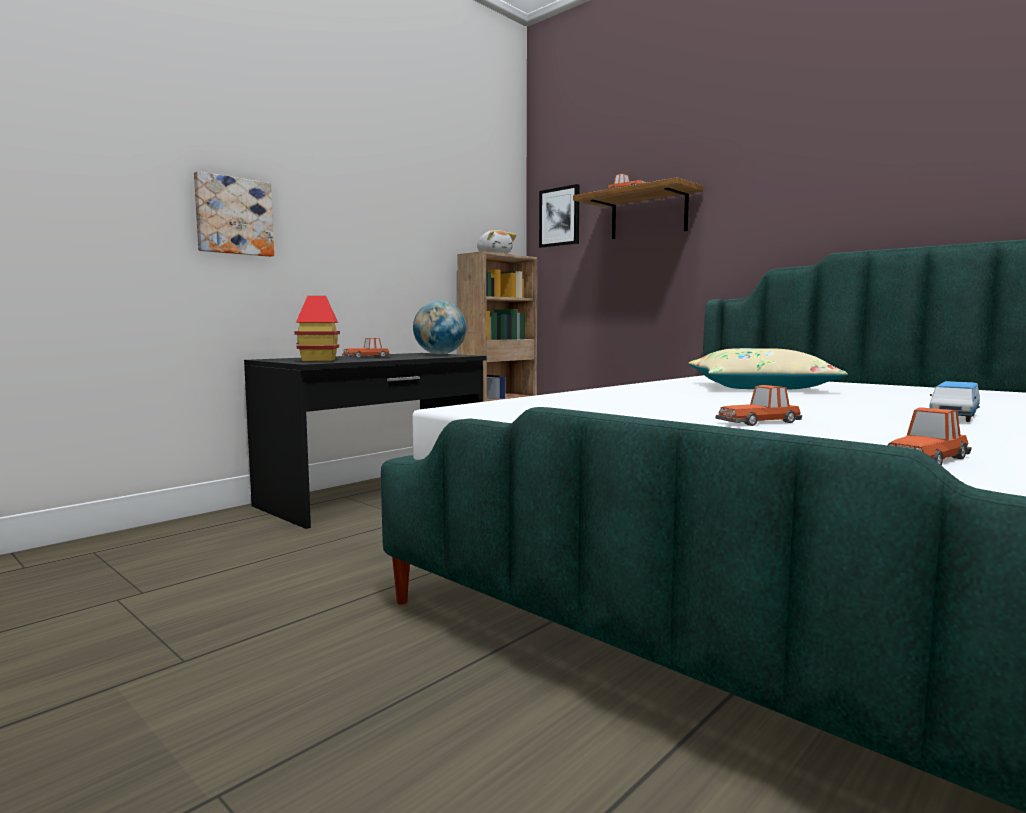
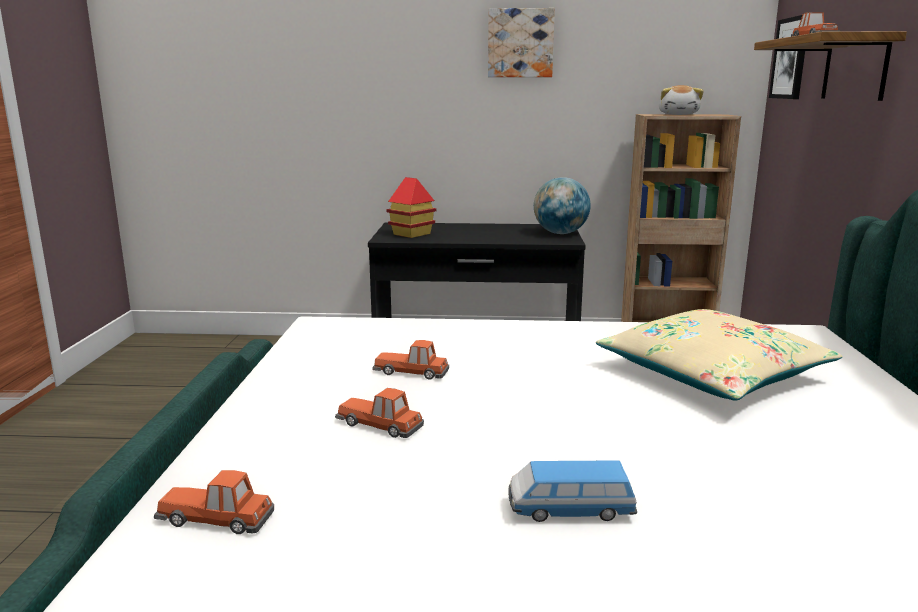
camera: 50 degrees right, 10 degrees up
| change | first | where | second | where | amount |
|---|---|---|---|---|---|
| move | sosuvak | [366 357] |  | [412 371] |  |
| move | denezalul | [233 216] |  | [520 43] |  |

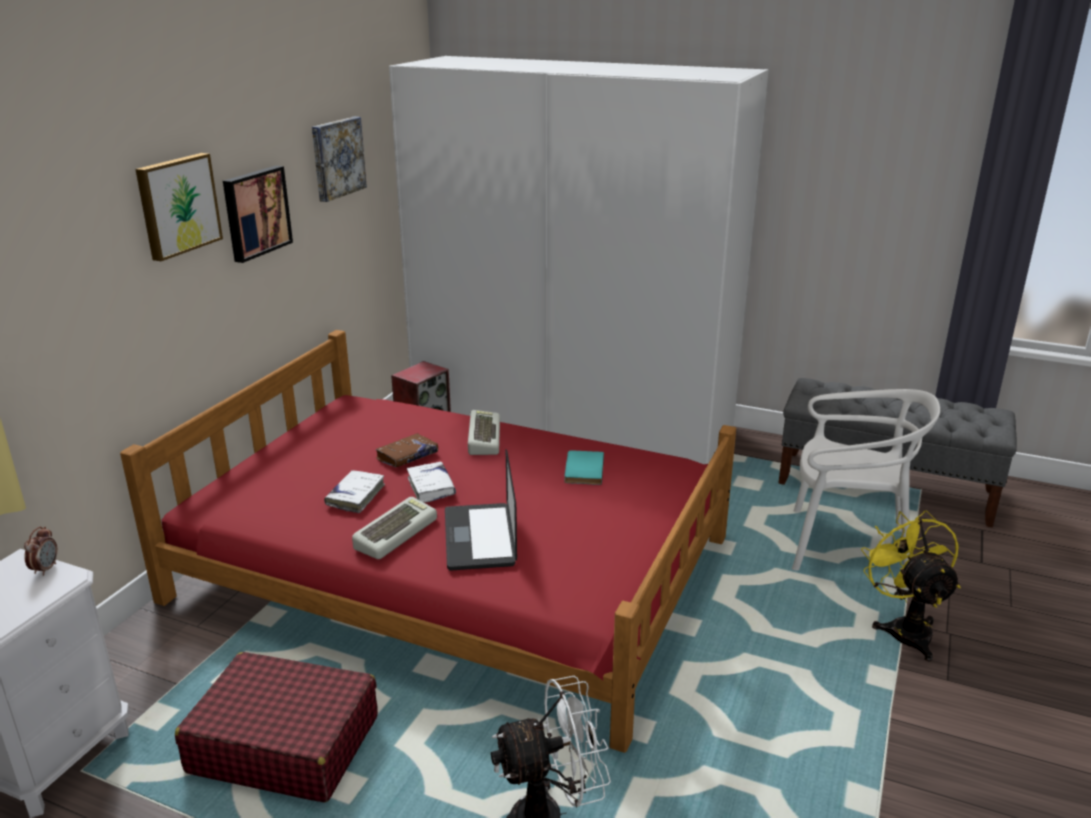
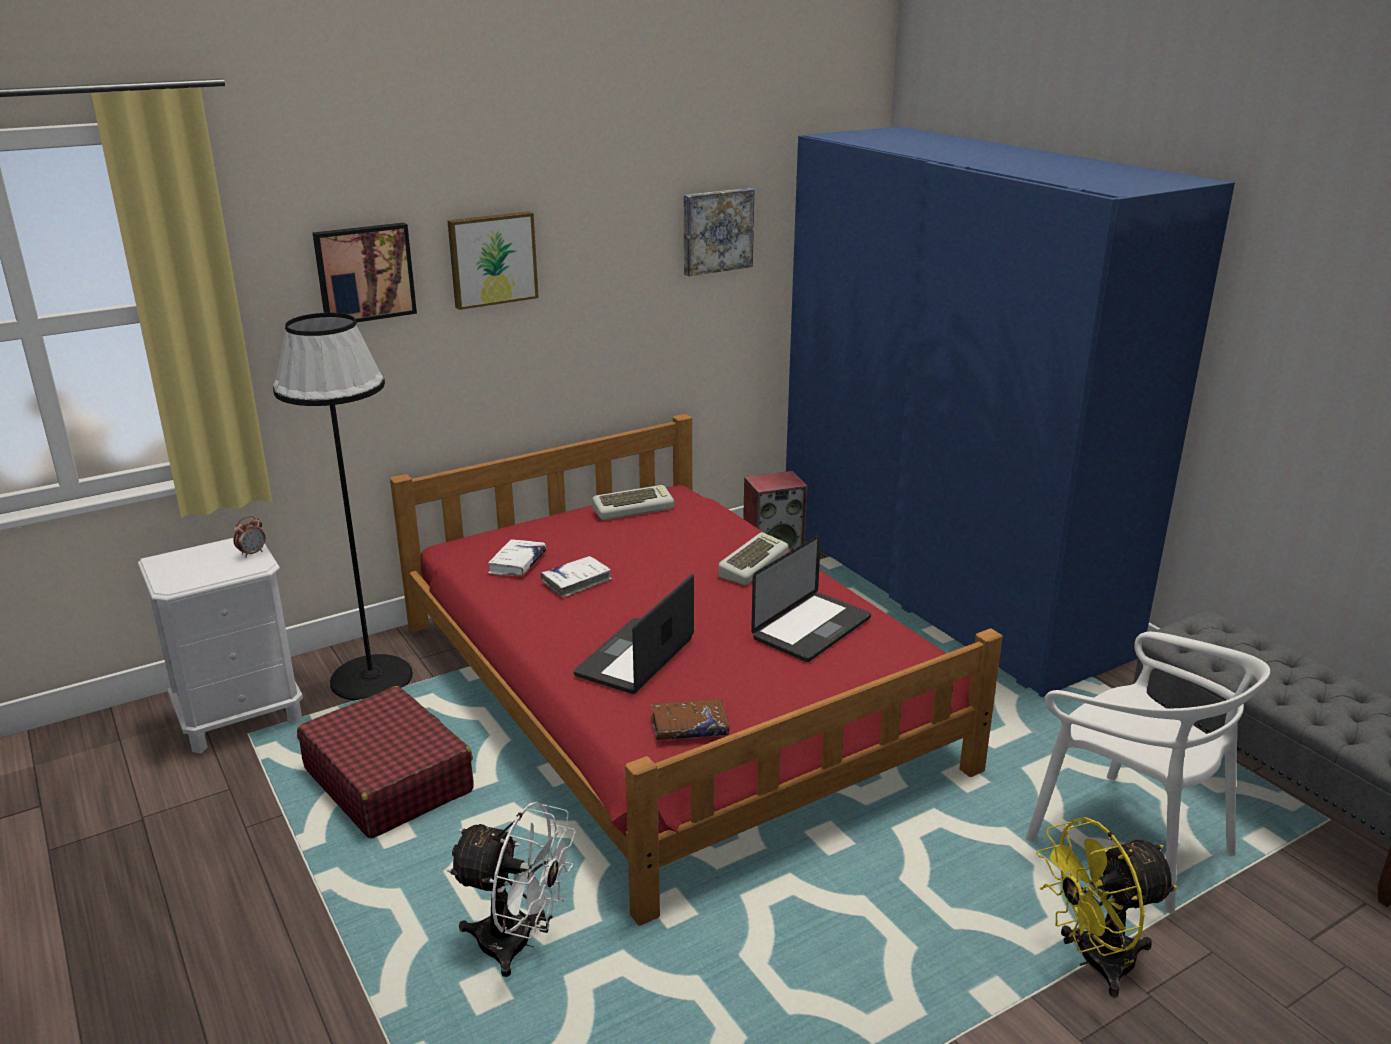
camera: 35 degrees right, 0 degrees up
| change | first | where | second | where | amount |
|---|---|---|---|---|---|
| insert |  |  | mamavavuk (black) | [371 677] |  |
| move | denezalul | [255 212] |  | [364 273] |  |
| move | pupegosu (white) | [431 487] |  | [517 564] |  |
| move | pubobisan | [395 533] |  | [633 508] |  |
| move | pupegosu (brown) | [407 456] |  | [689 727] |  |
| replace | pupegosu (turquoise) | [582 469] | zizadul | [812 628] |  |
| recolor | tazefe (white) | [571 423] | tazefe (blue) | [944 588] |  |
| rotate | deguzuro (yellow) | [904 628] |  | [1093 962] | 135 degrees counterclockwise |

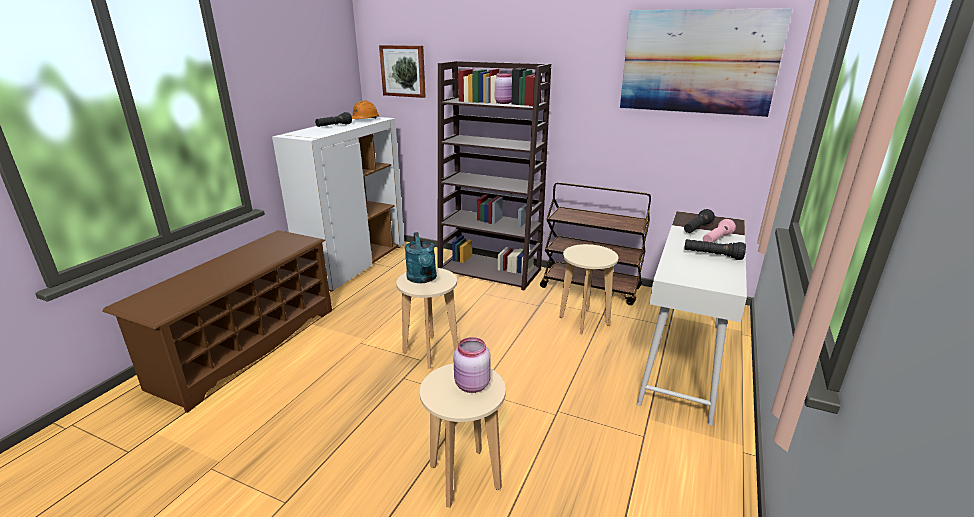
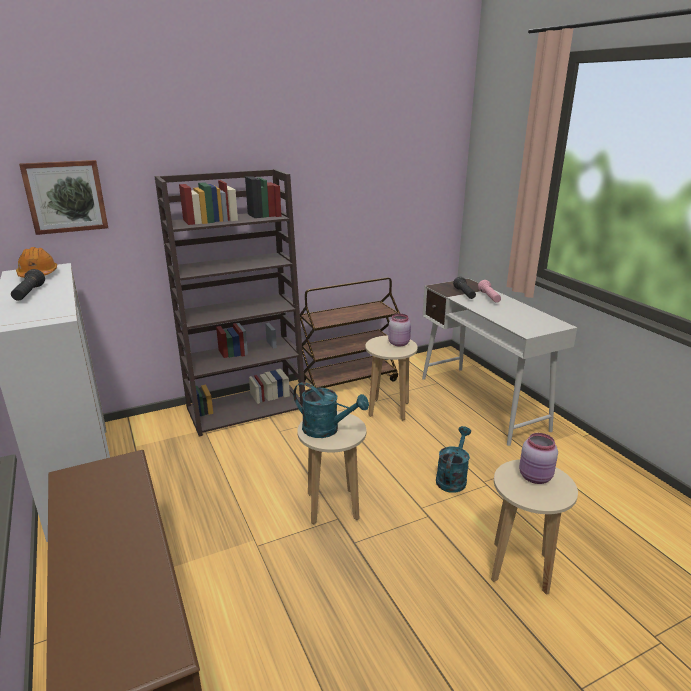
camera: 50 degrees left, 0 degrees up
| change | first | where | second | where | amount |
|---|---|---|---|---|---|
| move | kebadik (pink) | [504 103] |  | [399 343] |  |
| insert |  |  | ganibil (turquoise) | [452 478] |  |
| delete | denezalul | [698 62] |  |  |  |
| delete | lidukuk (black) | [712 256] |  |  |  |

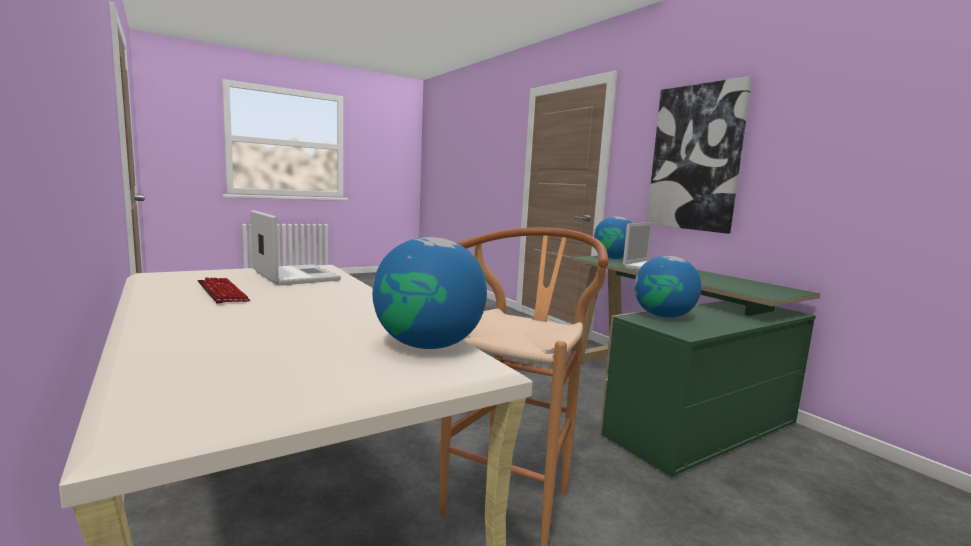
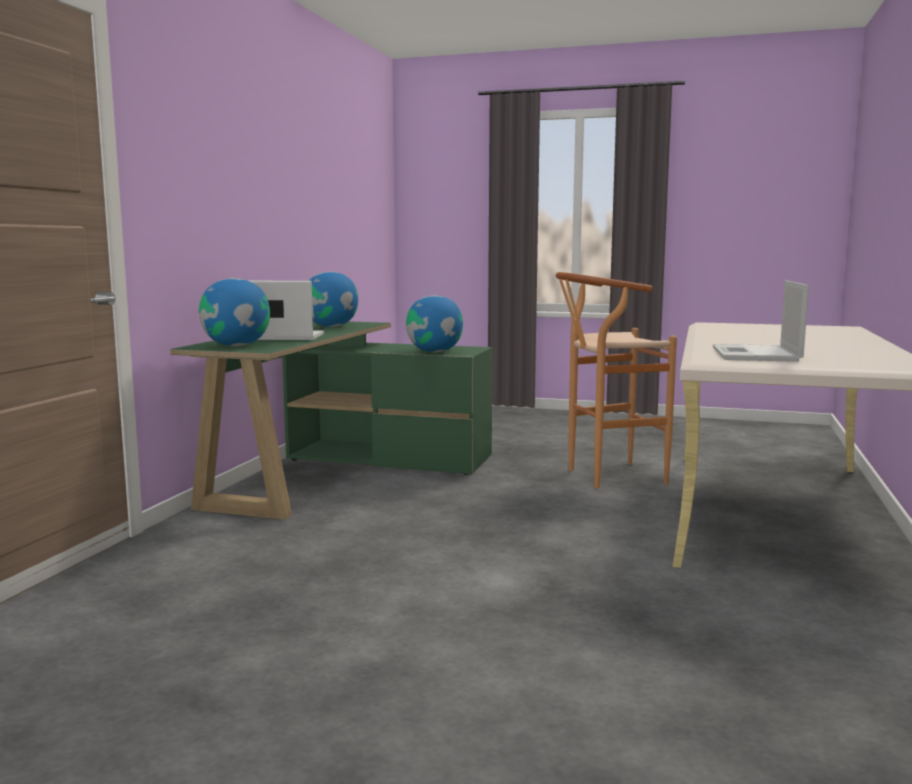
camera: 130 degrees left, 0 degrees up
| change | first | where | second | where | amount |
|---|---|---|---|---|---|
| move | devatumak | [428 345] |  | [331 326] |  |
| delete | pubobisan | [222 292] |  |  |  |
| delete | denezalul | [695 158] |  |  |  |

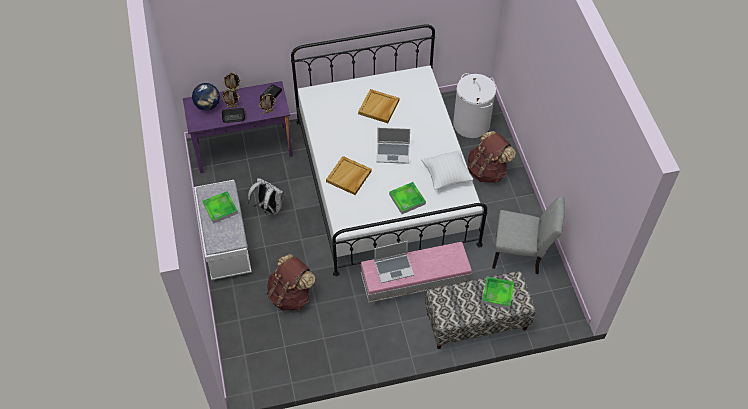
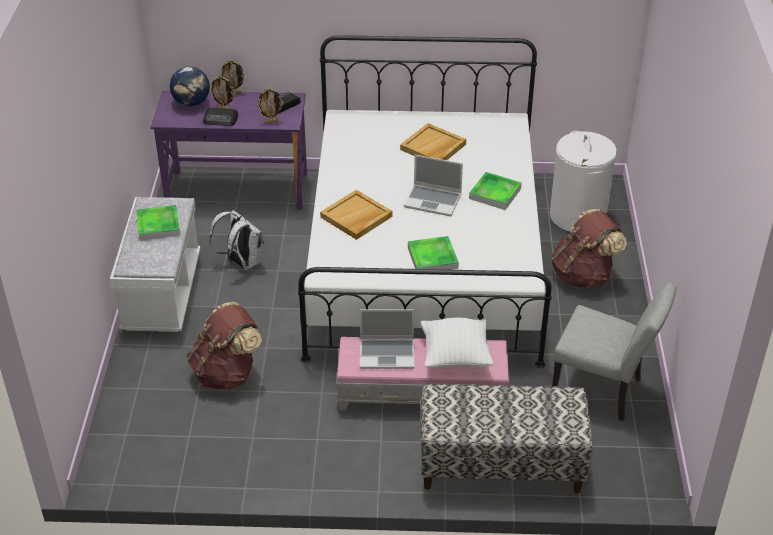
camera: 15 degrees right, 15 degrees down
| change | first | where | second | where | amount |
|---|---|---|---|---|---|
| move | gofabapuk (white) | [446 176] |  | [455 356] |  |
| move | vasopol | [497 293] |  | [495 193] |  |

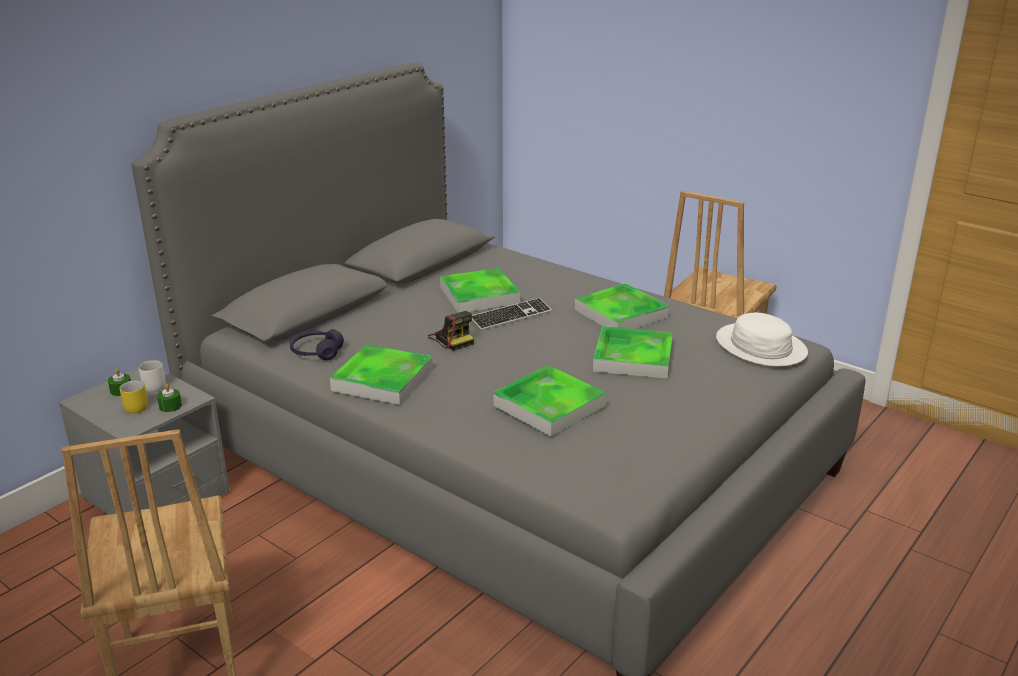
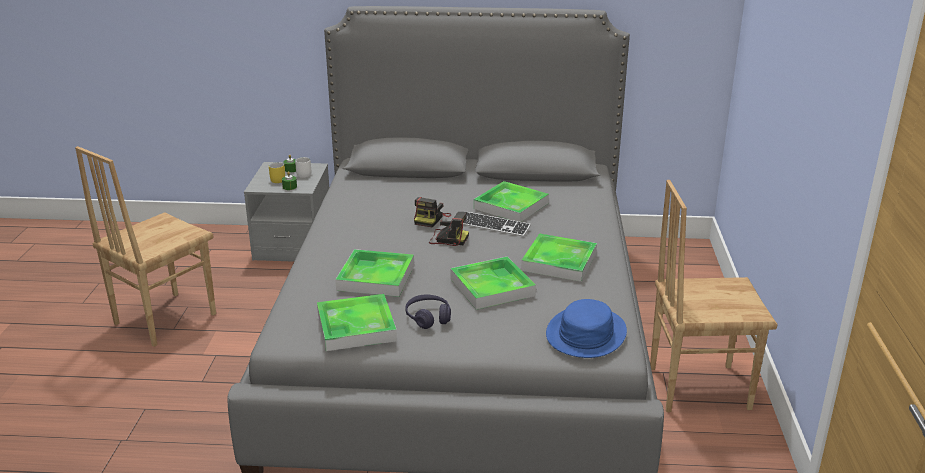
camera: 55 degrees right, 0 degrees up
| change | first | where | second | where | amount |
|---|---|---|---|---|---|
| move | vasopol | [382 379] |  | [356 327] |  |
| move | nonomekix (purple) | [316 352] |  | [428 317] |  |
| insert |  |  | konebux | [447 239] |  |
| recolor | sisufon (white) | [760 347] | sisufon (blue) | [585 333] |  |

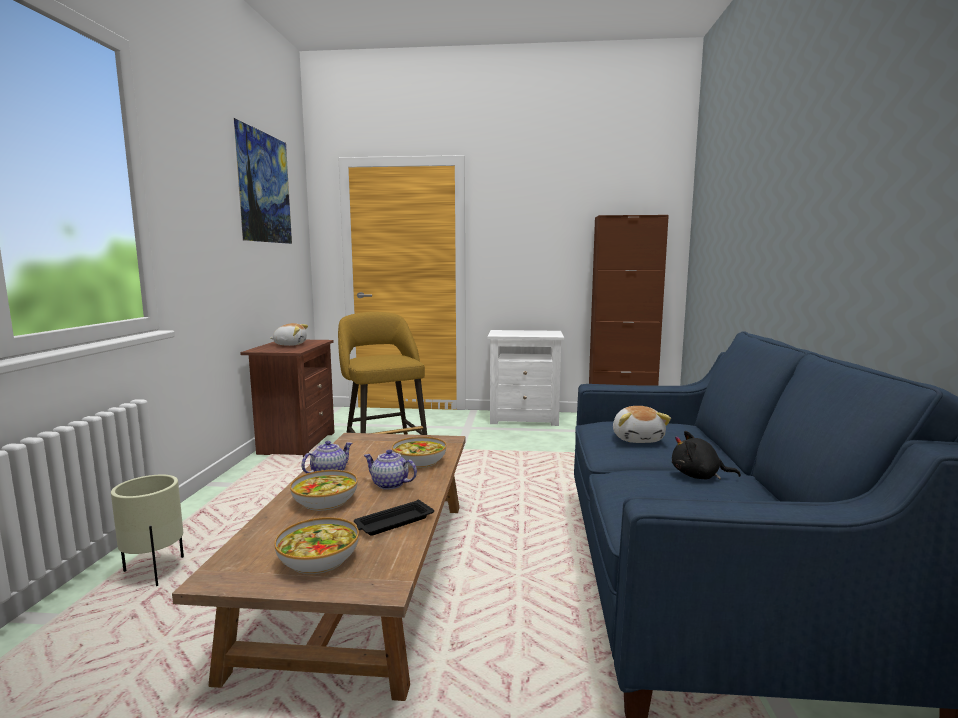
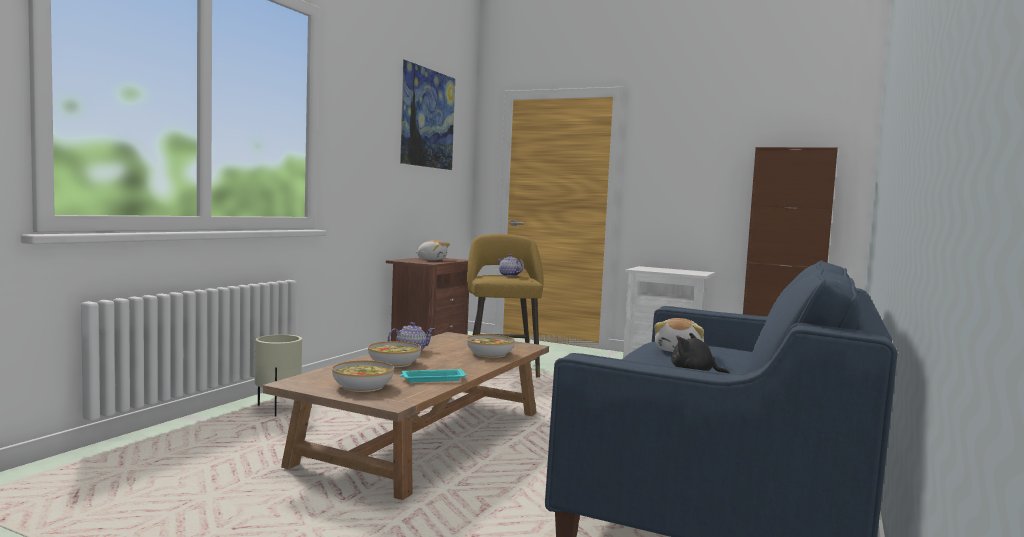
camera: 20 degrees right, 5 degrees down
| change | first | where | second | where | amount |
|---|---|---|---|---|---|
| recolor | vasopol (black) | [393 523] | vasopol (turquoise) | [432 379] |  |
| move | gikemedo | [389 484] |  | [509 275] |  |

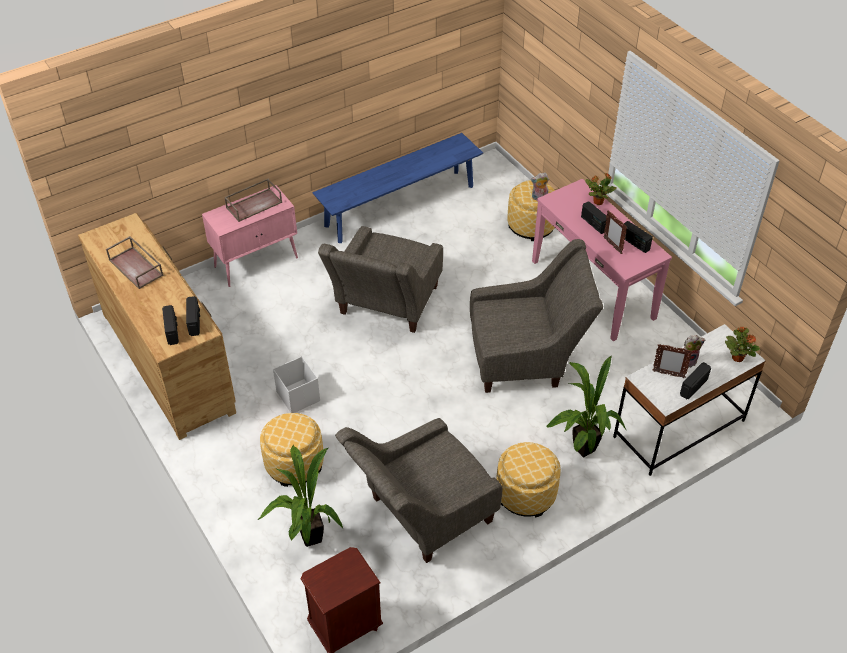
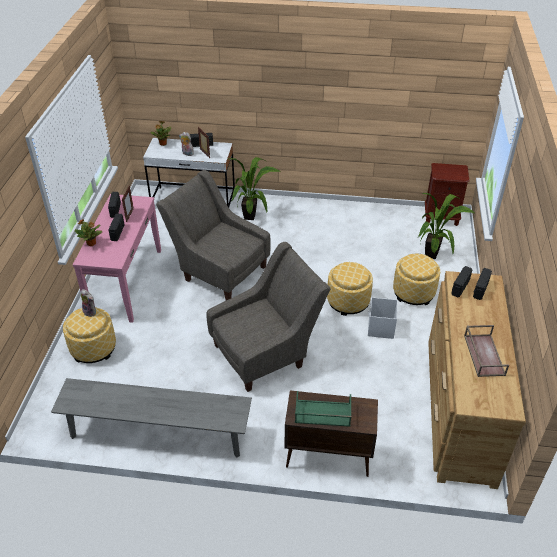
camera: 140 degrees left, 5 degrees down
| change | first | where | second | where | amount |
|---|---|---|---|---|---|
| recolor | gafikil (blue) | [400 206] | gafikil (grey) | [158 433] |  |
| recolor | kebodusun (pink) | [257 262] | kebodusun (brown) | [327 456] |  |
| recolor | vasopol (brown) | [254 204] | vasopol (green) | [322 413] |  |
| move | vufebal | [526 494] |  | [348 301] |  |
| delete | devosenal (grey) | [420 516] |  |  |  |

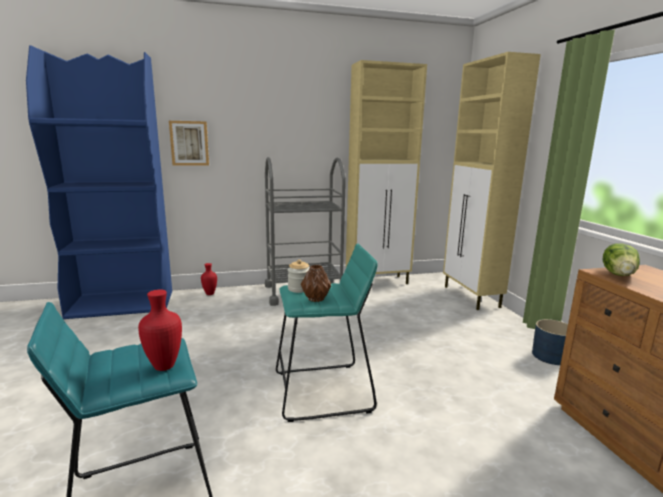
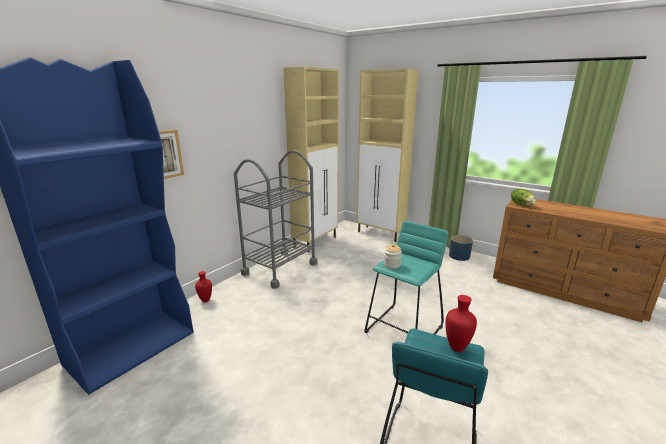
camera: 40 degrees left, 5 degrees up
| change | first | where | second | where | amount |
|---|---|---|---|---|---|
| delete | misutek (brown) | [316 299] |  |  |  |

